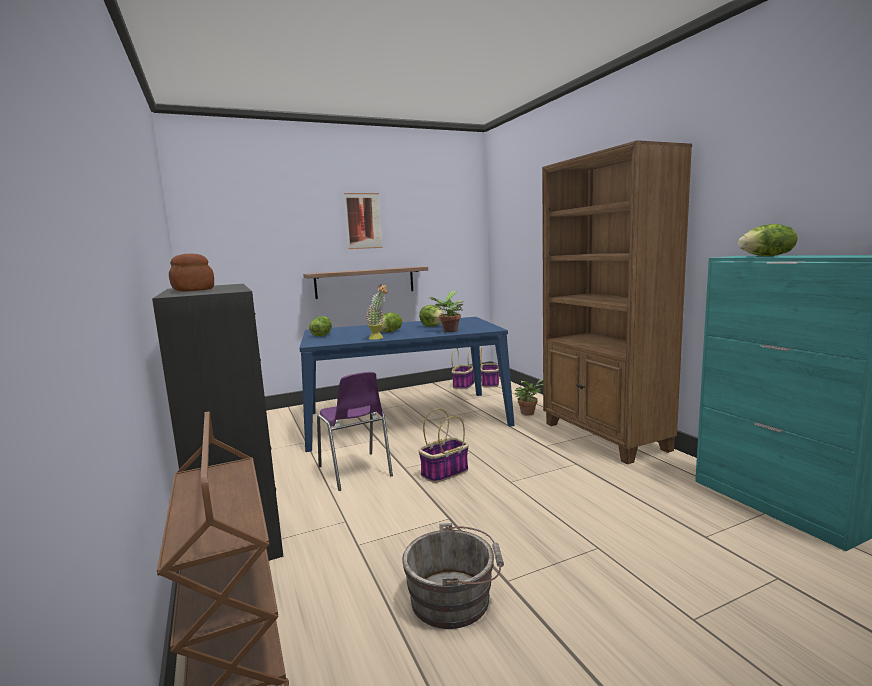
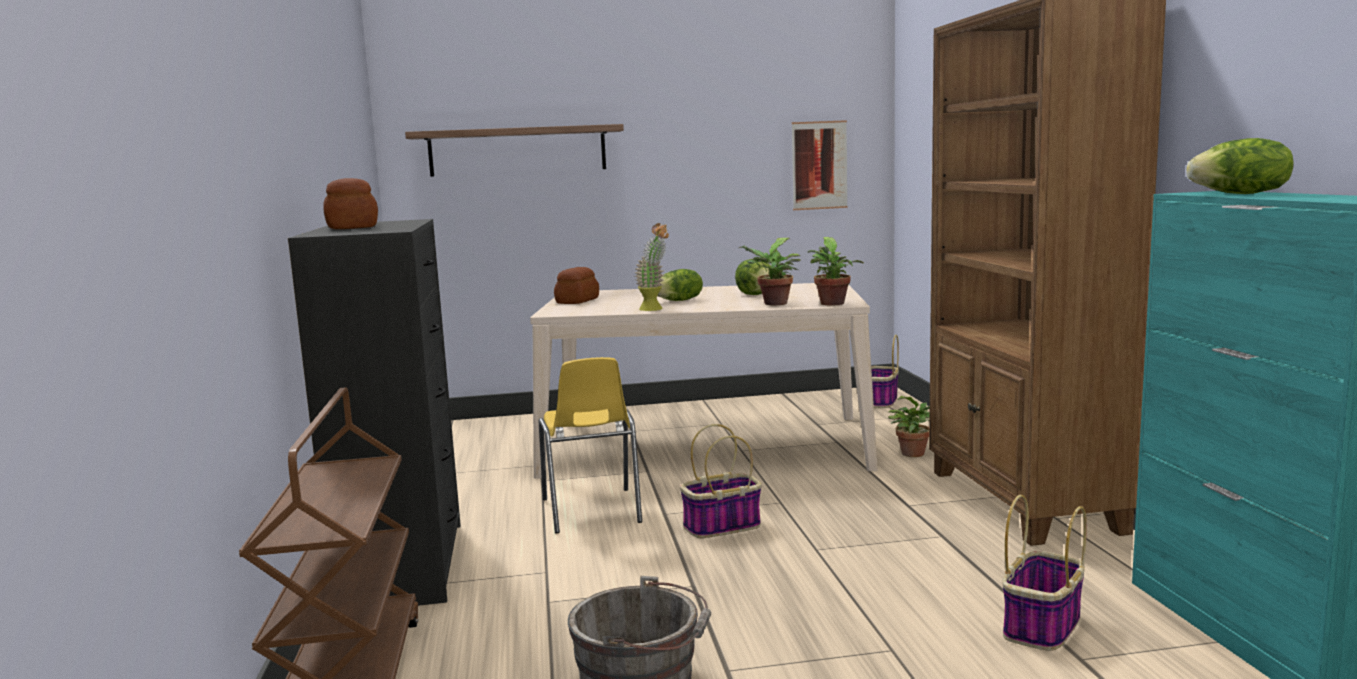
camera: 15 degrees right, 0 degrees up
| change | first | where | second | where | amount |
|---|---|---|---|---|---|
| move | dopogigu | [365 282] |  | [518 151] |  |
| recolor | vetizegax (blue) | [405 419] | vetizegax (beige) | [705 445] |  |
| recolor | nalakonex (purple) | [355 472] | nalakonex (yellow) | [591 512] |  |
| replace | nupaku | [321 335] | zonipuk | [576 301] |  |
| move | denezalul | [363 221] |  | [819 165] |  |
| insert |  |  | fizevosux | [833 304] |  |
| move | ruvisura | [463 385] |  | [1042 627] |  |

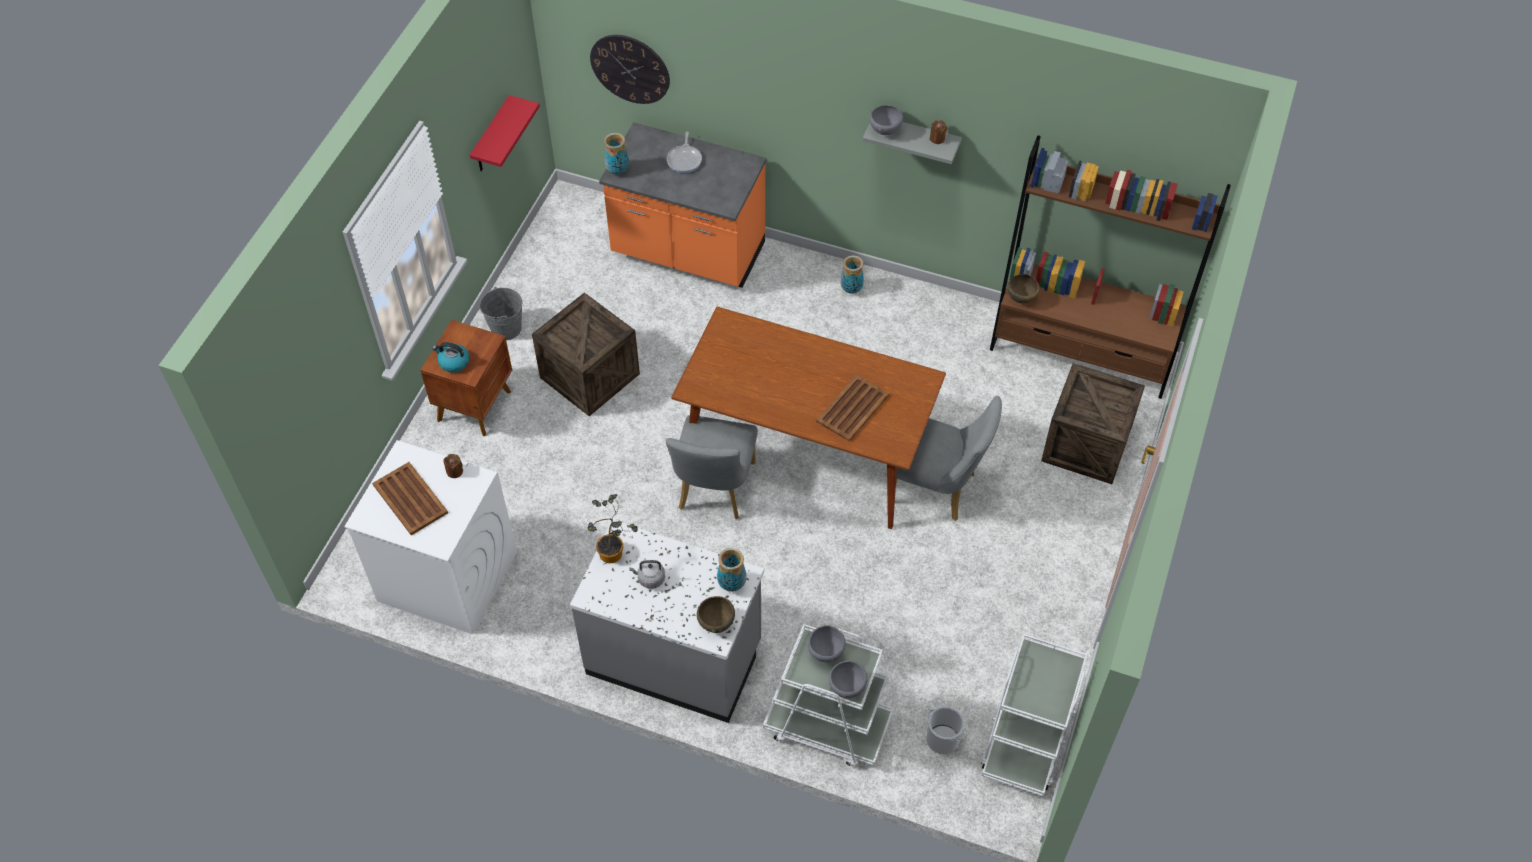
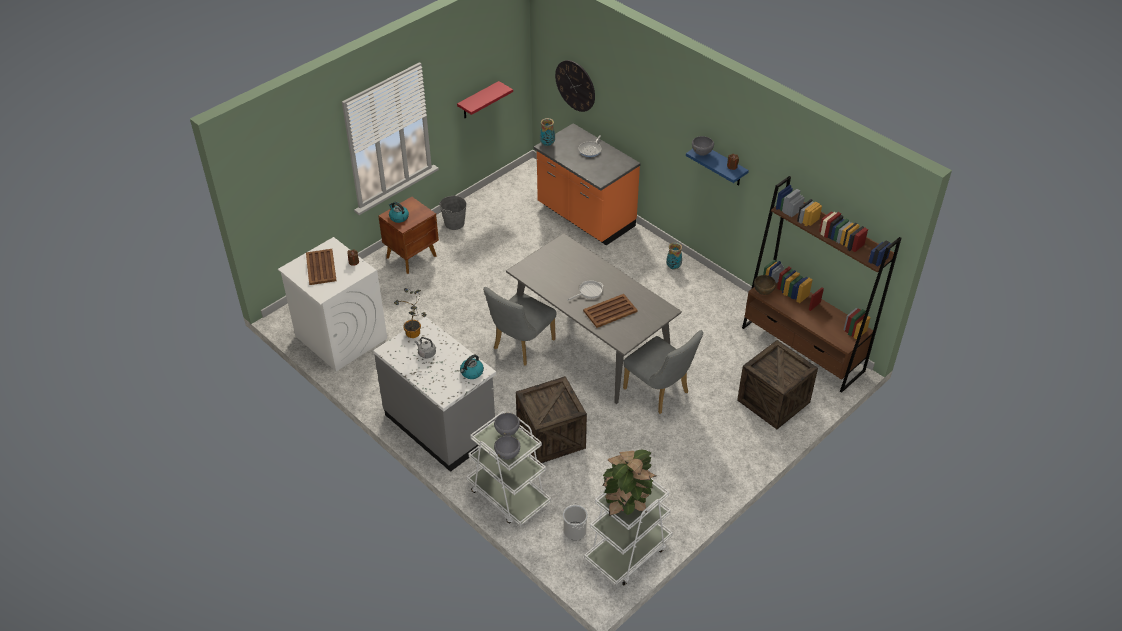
camera: 25 degrees right, 10 degrees down
| change | first | where | second | where | amount |
|---|---|---|---|---|---|
| replace | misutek | [732 584] | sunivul | [471 372] |  |
| recolor | vetizegax (brown) | [806 450] | vetizegax (grey) | [590 343] |  |
| move | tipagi | [589 376] |  | [551 437] |  |
| insert |  |  | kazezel | [589 291] |  |
| insert |  |  | fizevosux | [627 505] |  |
| recolor | dopogigu (grey) | [916 138] | dopogigu (blue) | [723 166] |  |
| delete | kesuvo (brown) | [716 623] |  |  |  |

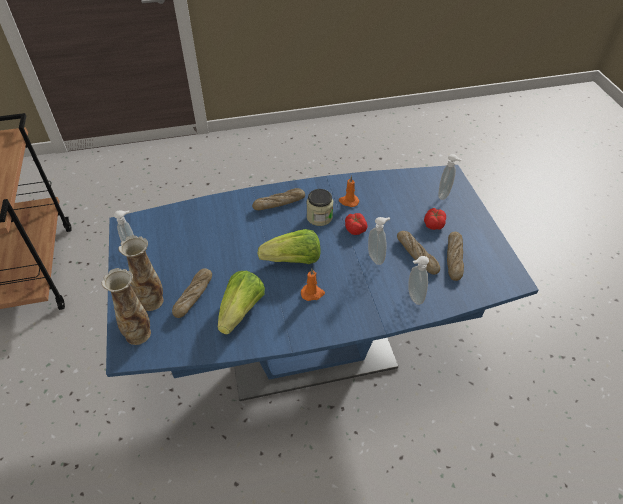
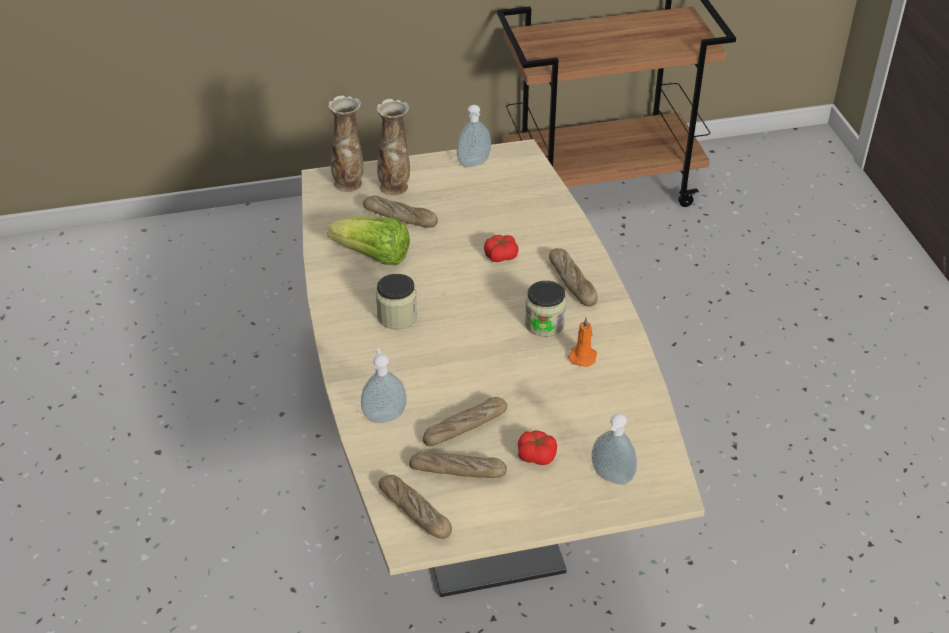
camera: 90 degrees right, 5 degrees down
| change | first | where | second | where | amount |
|---|---|---|---|---|---|
| recolor | vetizegax (blue) | [311 351] | vetizegax (beige) | [474 486] |  |
| replace | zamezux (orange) | [312 293] | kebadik | [397 316] |  |
| insert |  |  | zonipuk | [414 511] |  |
| move | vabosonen | [355 228] |  | [500 256] |  |
| delete | nupaku | [293 260] |  |  |  |
| delete | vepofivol | [376 257] |  |  |  |

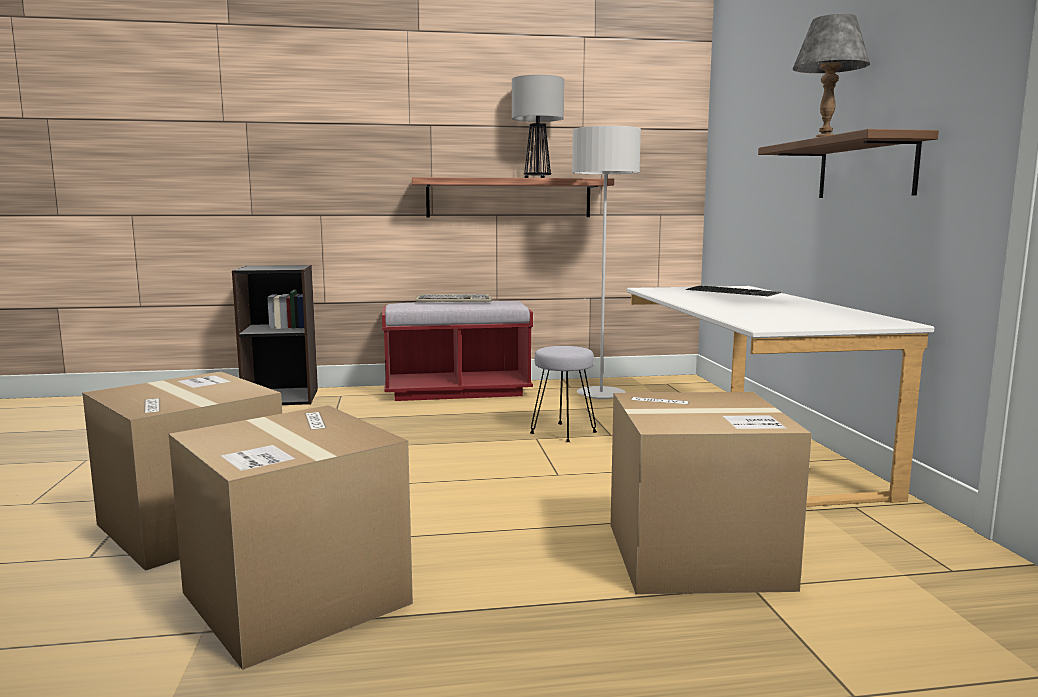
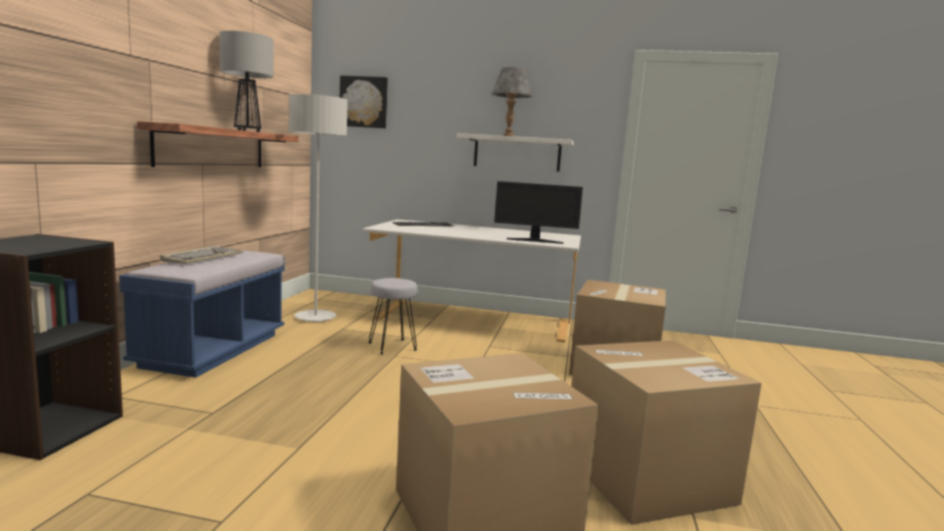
camera: 70 degrees left, 0 degrees up
| change | first | where | second | where | amount |
|---|---|---|---|---|---|
| recolor | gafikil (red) | [457 391] | gafikil (blue) | [213 350] |  |
| insert |  |  | denezalul | [364 102] |  |
| recolor | dopogigu (brown) | [866 168] | dopogigu (white) | [517 153] |  |
| insert |  |  | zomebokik | [534 241] |  |

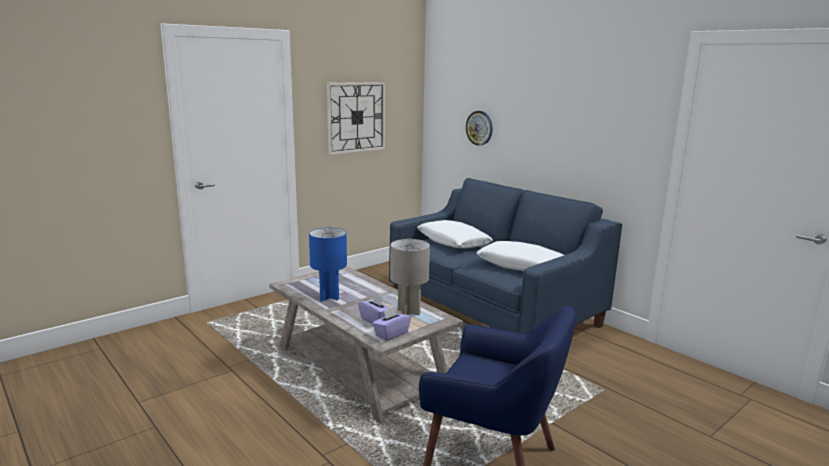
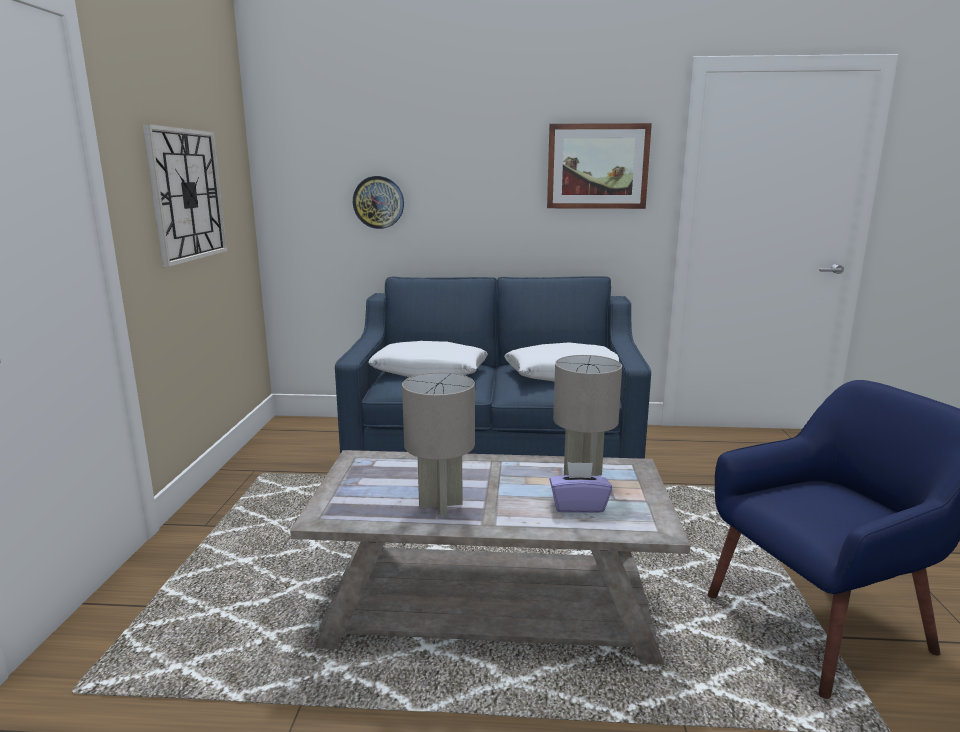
camera: 45 degrees left, 0 degrees up
| change | first | where | second | where | amount |
|---|---|---|---|---|---|
| recolor | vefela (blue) | [329 297] | vefela (grey) | [441 505] |  |
| insert |  |  | denezalul | [597 166] |  |
| delete | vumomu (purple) | [391 334] |  |  |  |

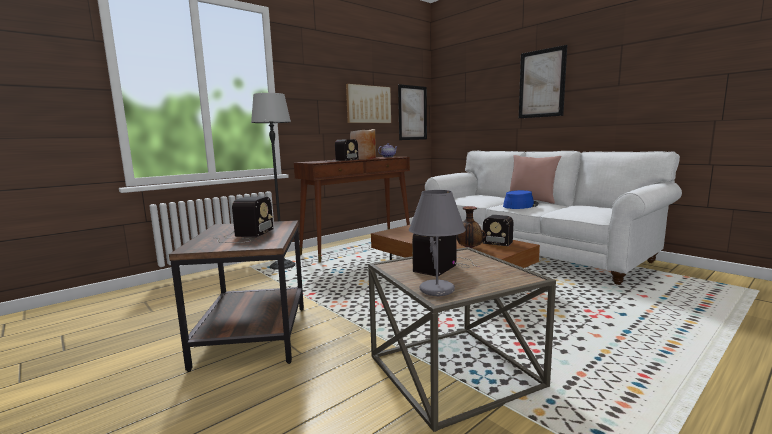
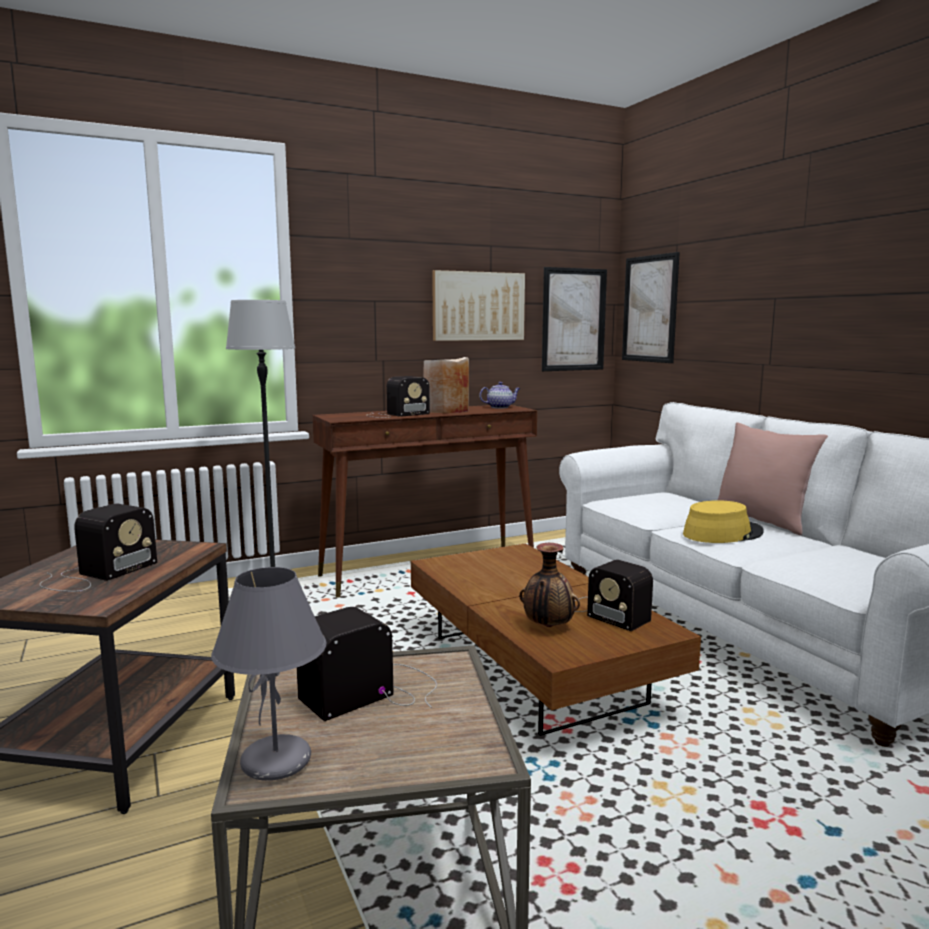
camera: 15 degrees right, 0 degrees up
| change | first | where | second | where | amount |
|---|---|---|---|---|---|
| move | denezalul | [541 83] |  | [650 309] |  |
| recolor | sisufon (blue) | [520 205] | sisufon (yellow) | [722 533] |  |

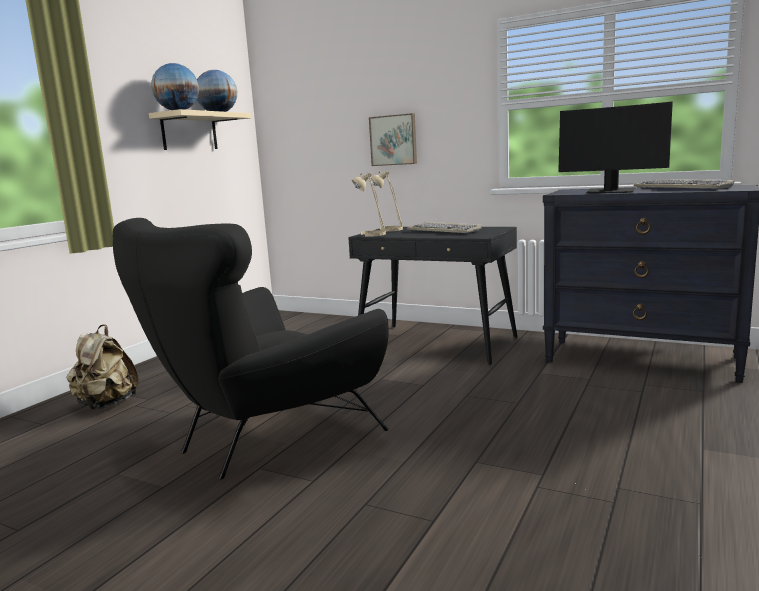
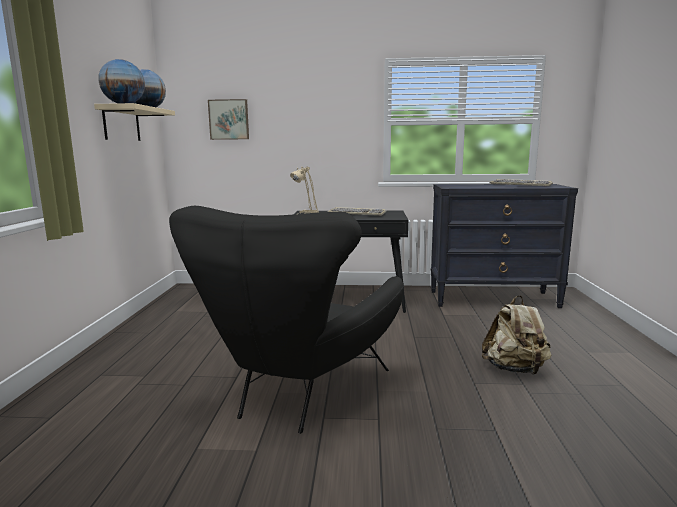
camera: 25 degrees left, 0 degrees up
| change | first | where | second | where | amount |
|---|---|---|---|---|---|
| move | denezalul | [394 140] |  | [229 119] |  |
| move | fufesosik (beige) | [106 404] |  | [514 369] |  |
| delete | zomebokik | [611 192] |  |  |  |

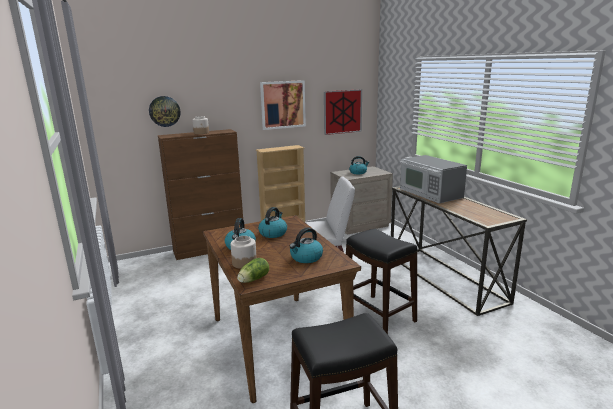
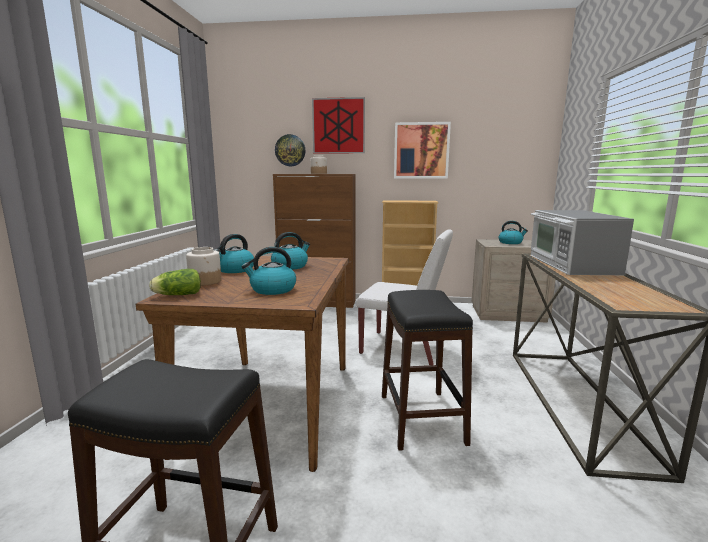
camera: 30 degrees right, 5 degrees down
| change | first | where | second | where | amount |
|---|---|---|---|---|---|
| move | denezalul | [342 111] |  | [338 126] |  |

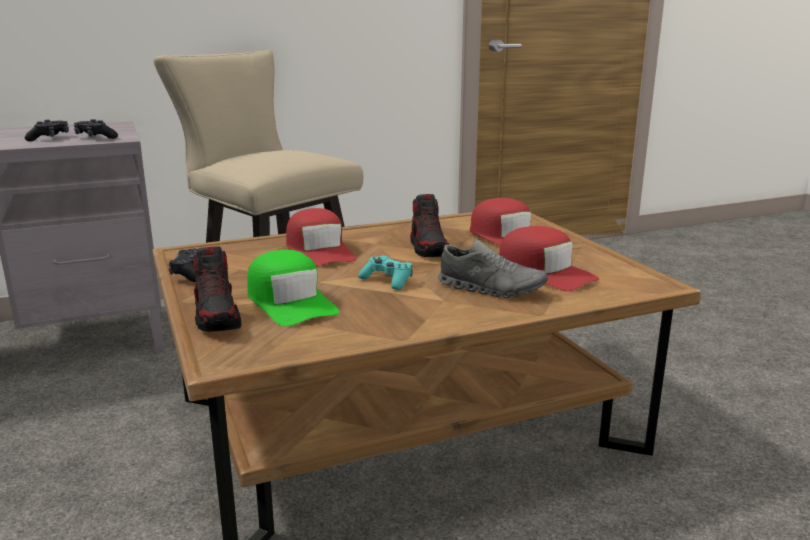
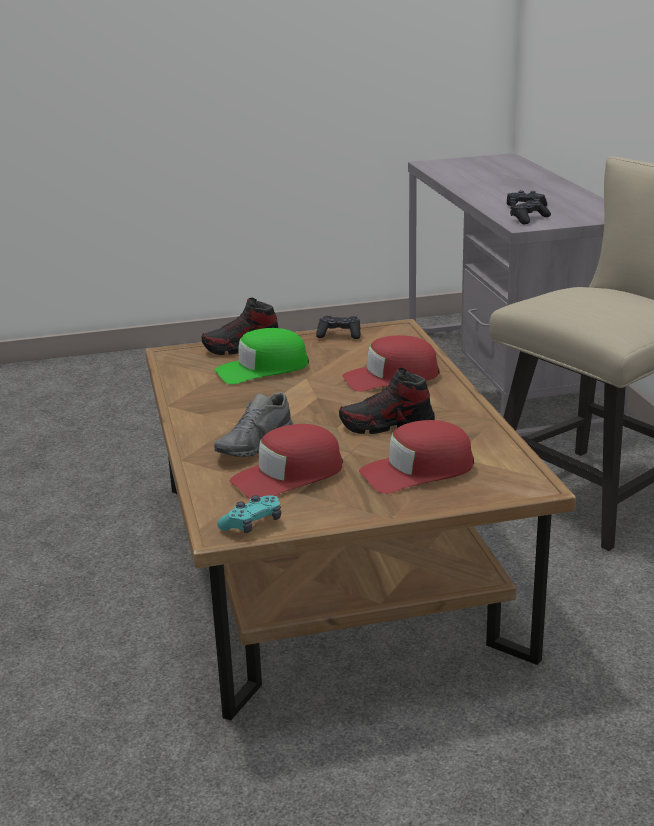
camera: 100 degrees right, 5 degrees up
| change | first | where | second | where | amount |
|---|---|---|---|---|---|
| move | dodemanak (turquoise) | [387 280] |  | [252 524] |  |

